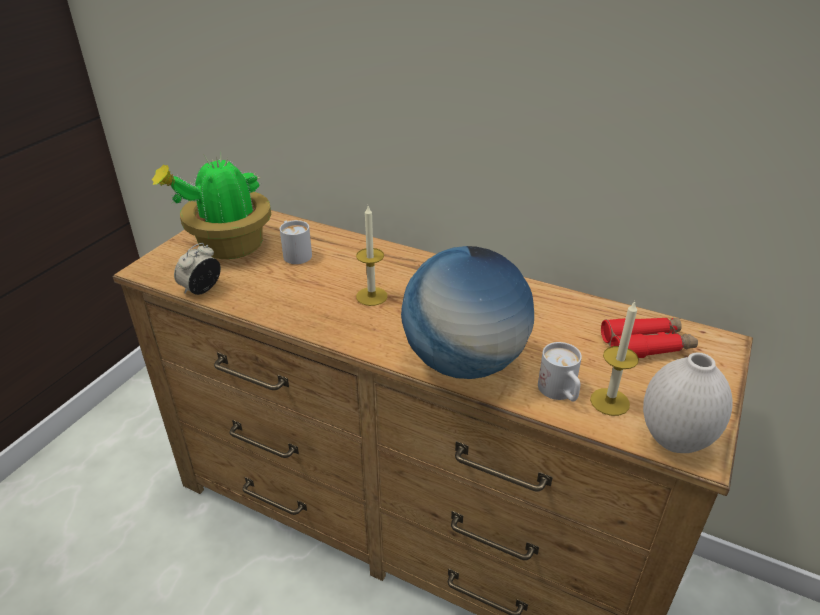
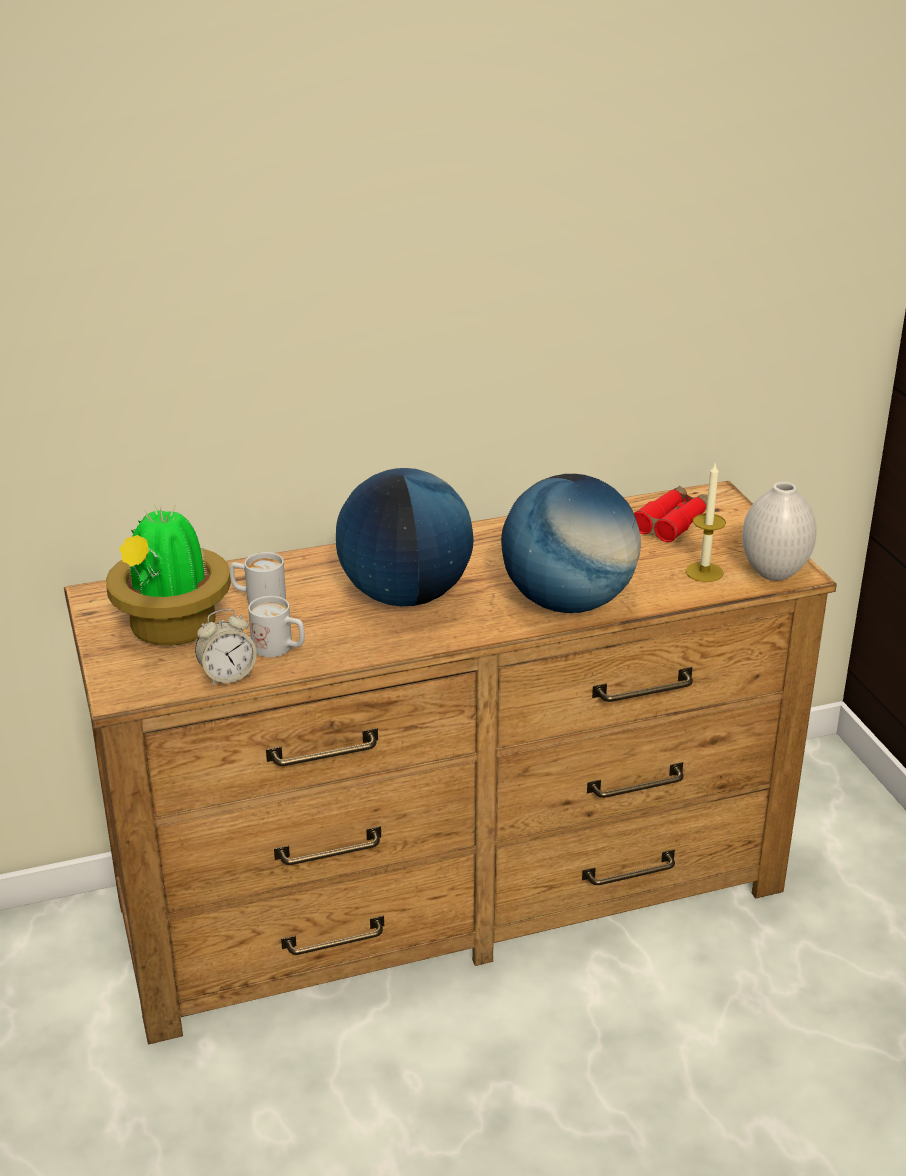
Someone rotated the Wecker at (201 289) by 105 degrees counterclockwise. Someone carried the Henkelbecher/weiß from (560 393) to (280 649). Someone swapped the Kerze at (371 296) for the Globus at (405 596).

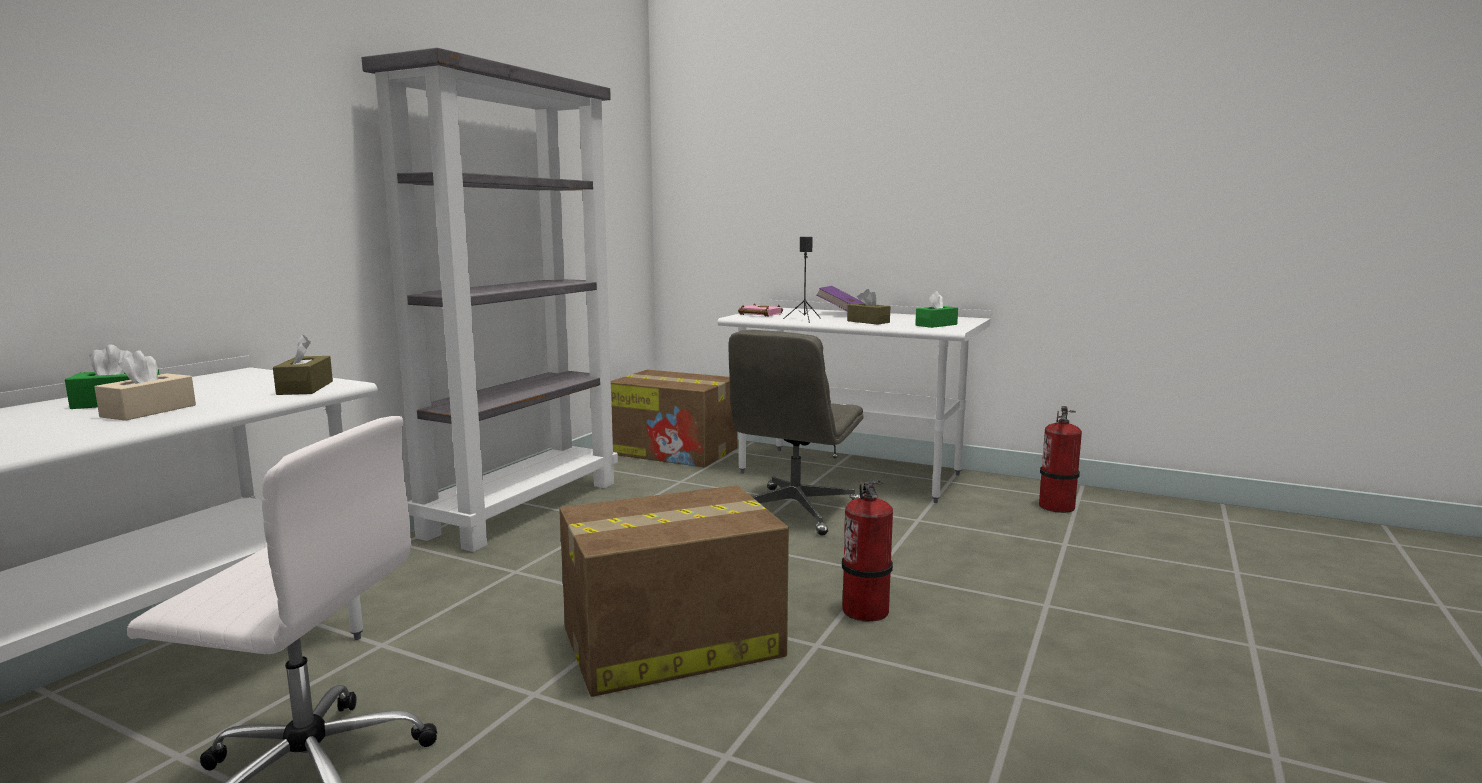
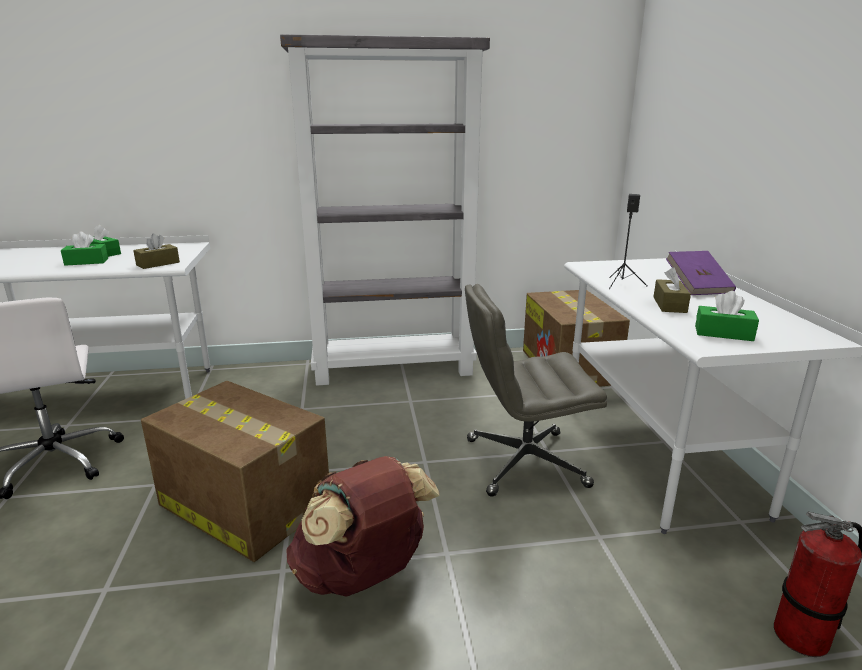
Someone repainted the Taschentuchbox/beige at (149 411), which became the Taschentuchbox/grün at (86 262). Someone swapped the Feuerlöscher at (866 610) for the Rucksack/braun at (362 575). Someone took away the Buch/rosa at (758 314).

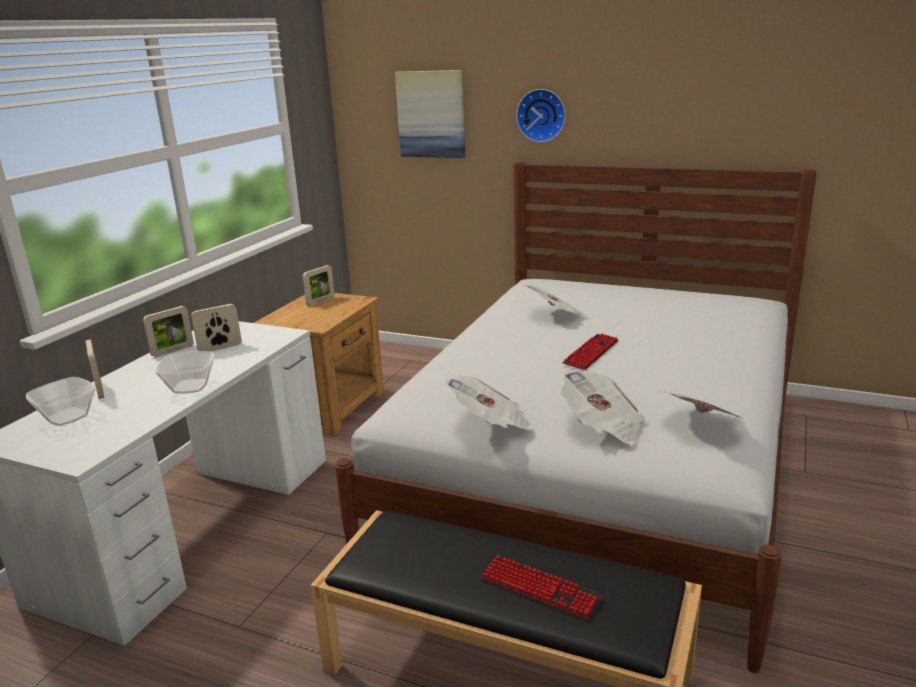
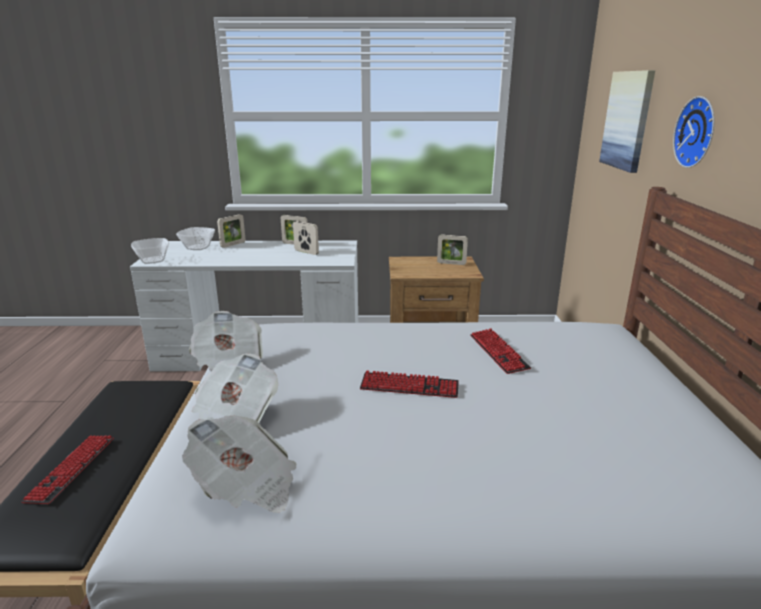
Someone carried the Schüssel from (191 386) to (153 260). Someone swapped the Zeitung at (556 316) for the Tastatur at (498 352).

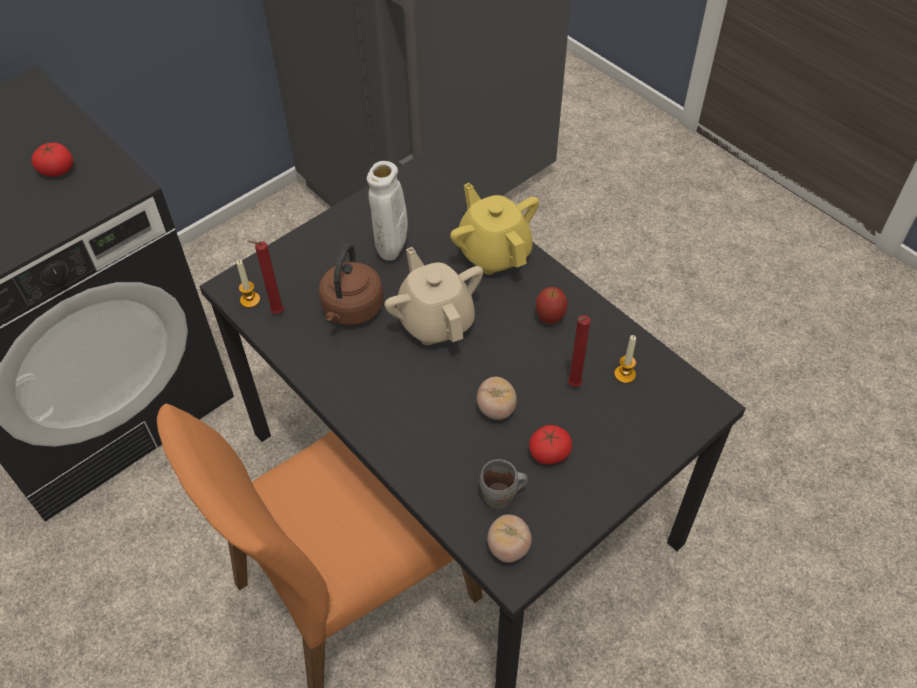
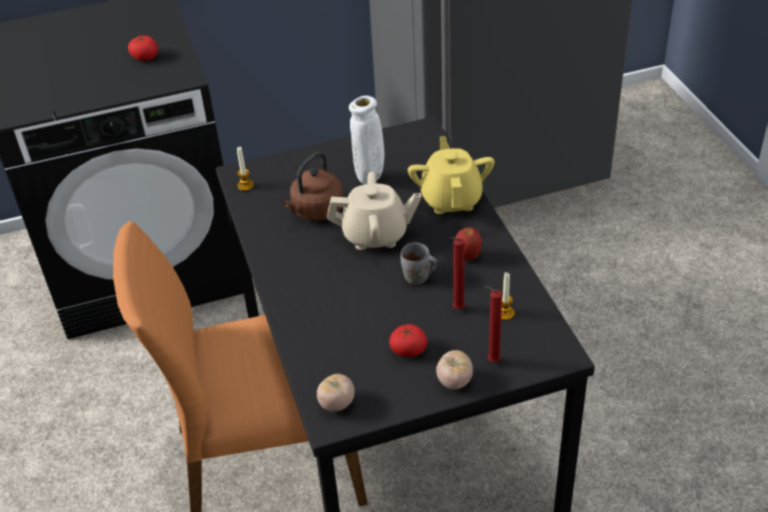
Someone rotated the Teekanne/beige at (436 321) by 90 degrees clockwise. Someone carried the Henkelbecher/grau from (501 497) to (417 278). Someone carried the Tomate from (496 409) to (454 381). Someone carried the Kerze/rot from (275 313) to (491 361).

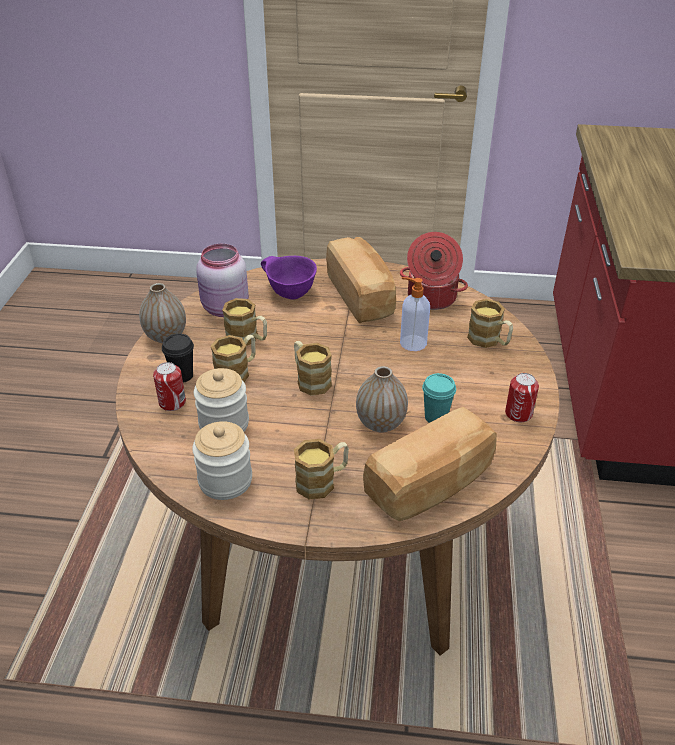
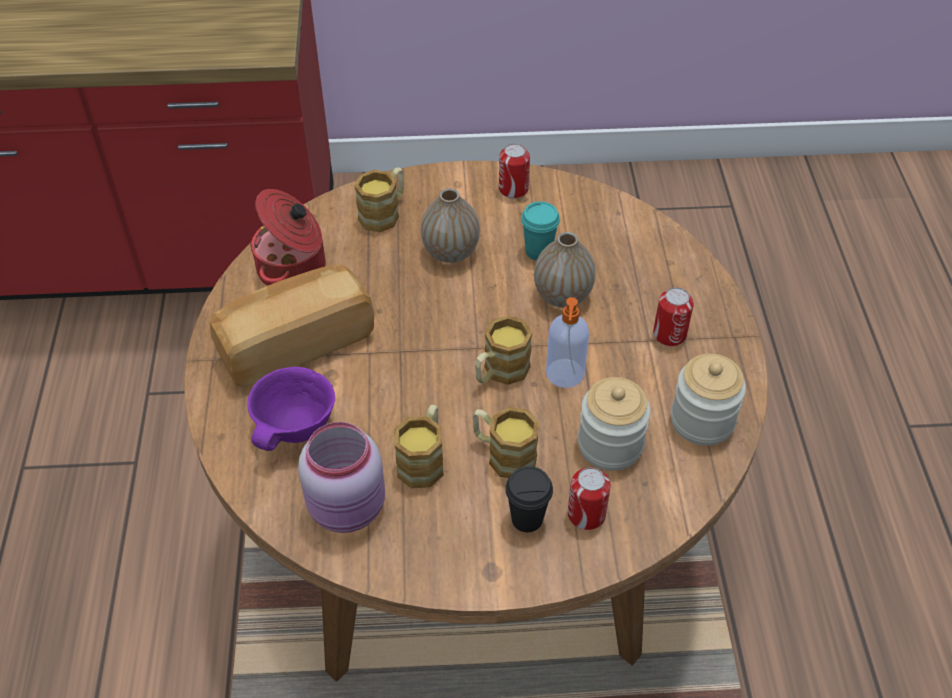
Someone carried the Vase from (166 336) to (450 252). Someone carried the Seifenspender from (412 343) to (564 375). Someone swapped the Henkelbecher at (322 481) for the Dose at (669 334). Someone took away the Brot at (431 485).

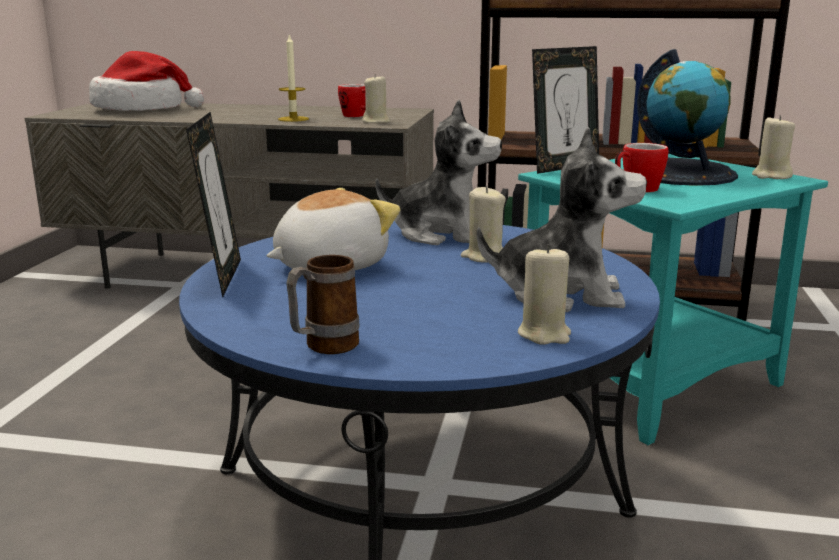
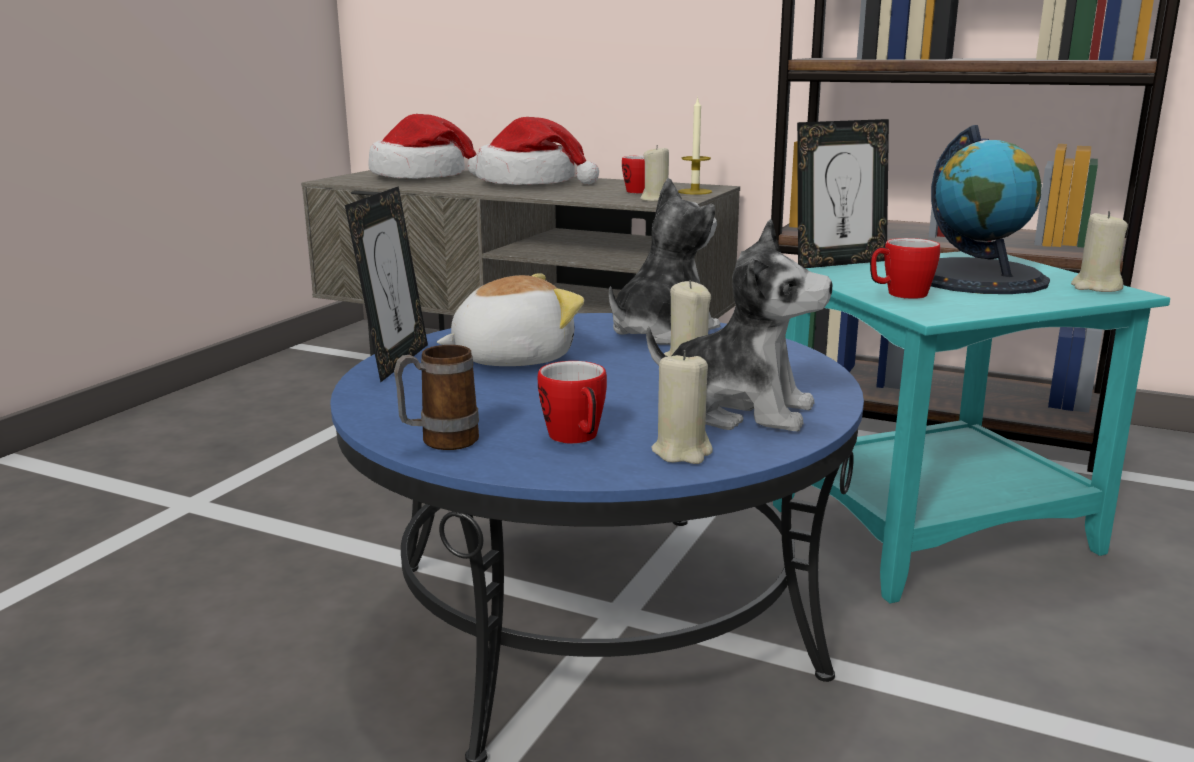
Someone put down the Hut at (530 183). Someone put down the Henkelbecher at (577 439). Someone rotated the Plüschtier at (442 234) by 75 degrees counterclockwise. Someone carried the Kerze from (293 119) to (695 192).

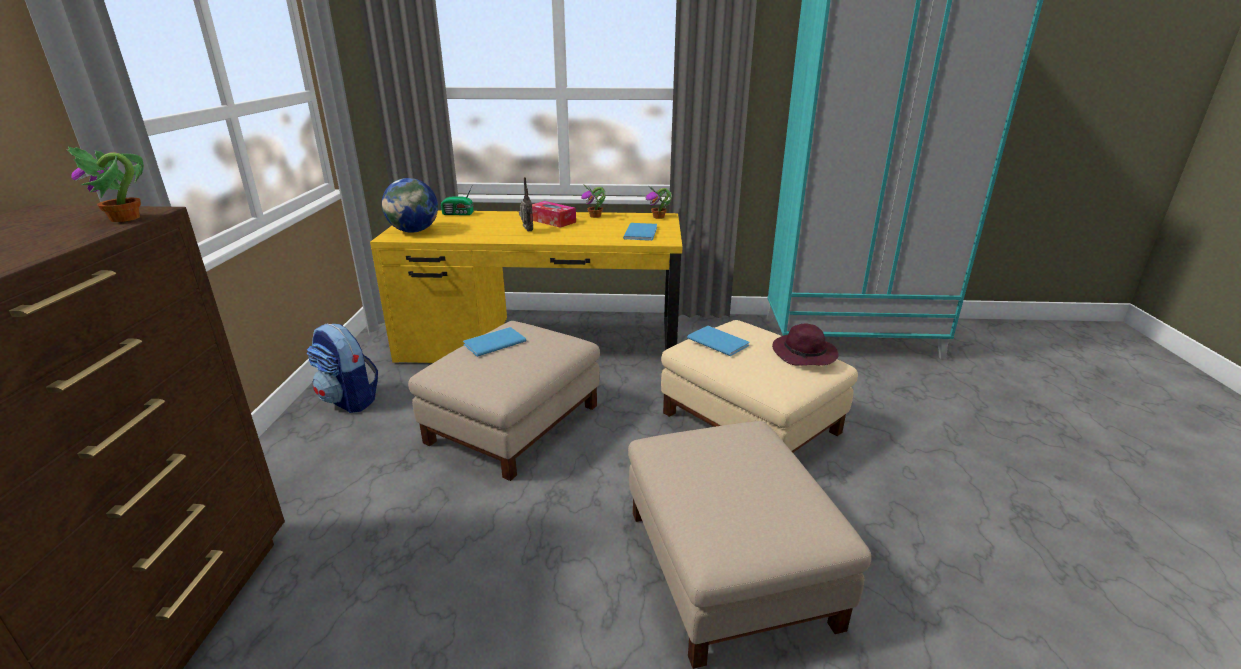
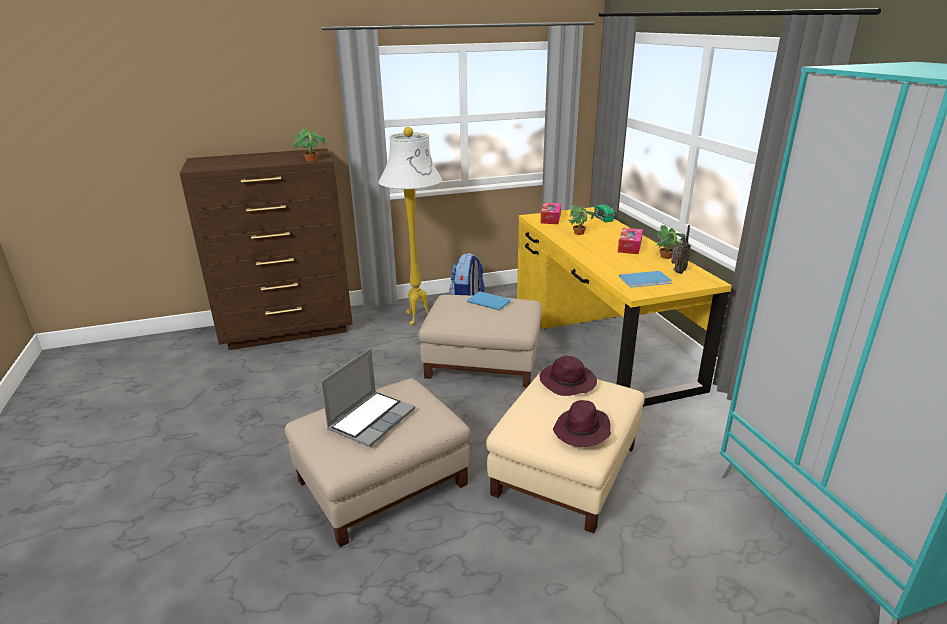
Someone put down the Laptop at (371 419). Someone put down the Stehlampe/weiß at (418 318). Someone swapped the Buch/blau at (717 341) for the Hut/lila at (568 382). Someone swapped the Globus at (414 231) for the Taschentuchbox at (550 218). Someone carried the Topfpflanze from (659 217) to (578 233). Someone carried the Radio from (527 231) to (677 272).

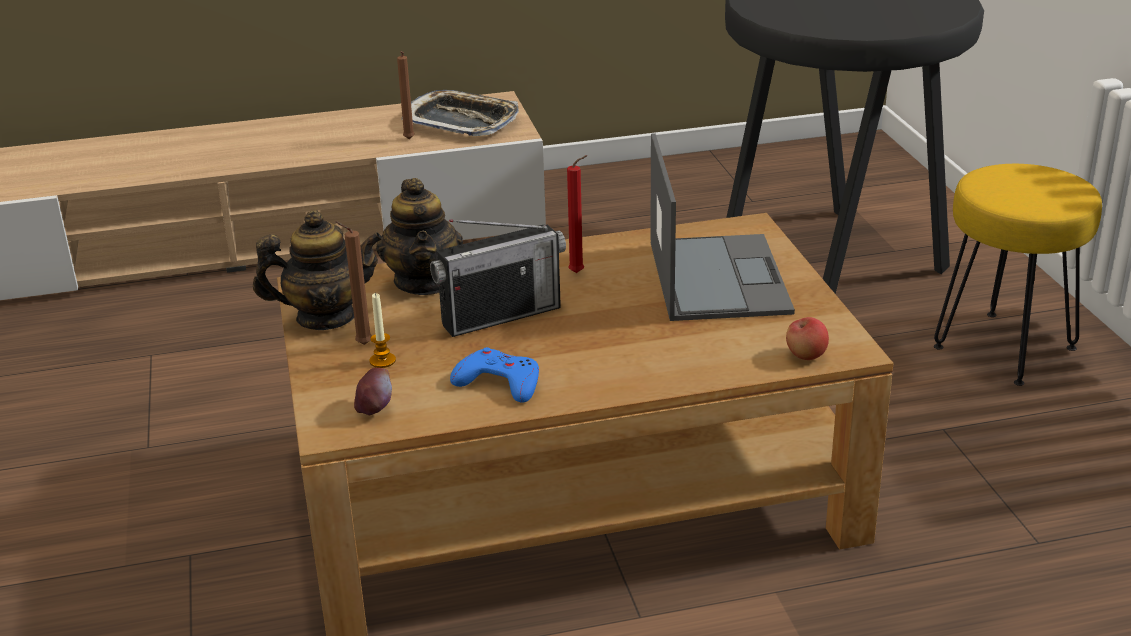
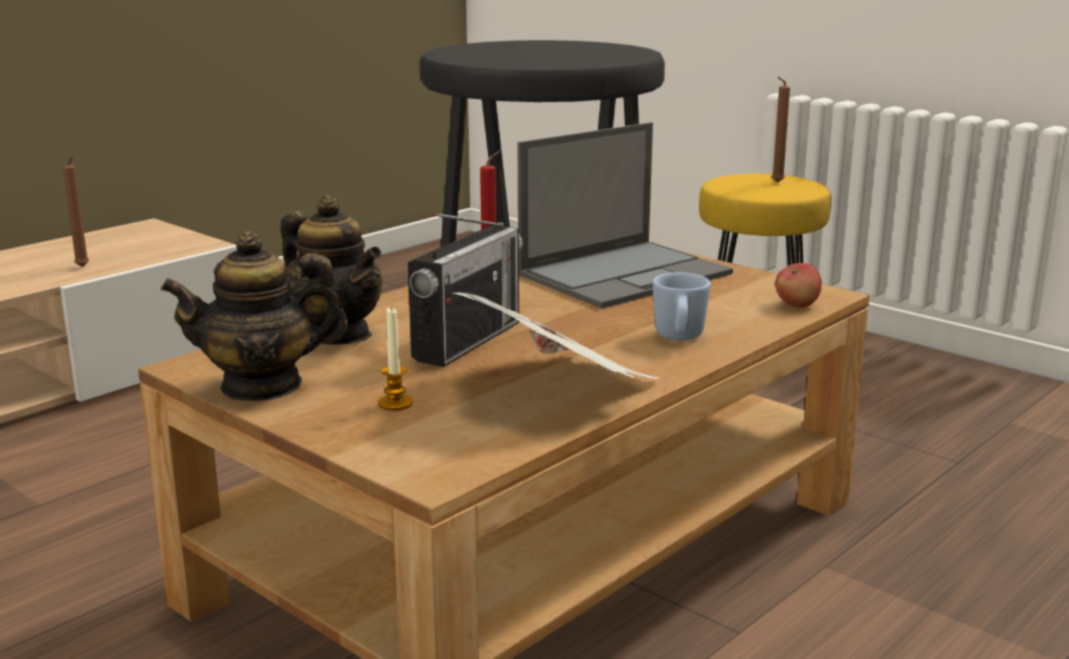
Someone rotated the Teekanne at (325 317) by 150 degrees counterclockwise. Someone swapped the Gamepad/blau at (499 382) for the Zeitung at (556 388). Someone rotated the Laptop at (717 277) by 90 degrees clockwise. Someone put down the Henkelbecher/blau at (679 338). Someone carried the Kerze/braun from (361 344) to (776 183). Someone took away the Apfel at (374 409). Someone took away the Tablett at (461 121).

